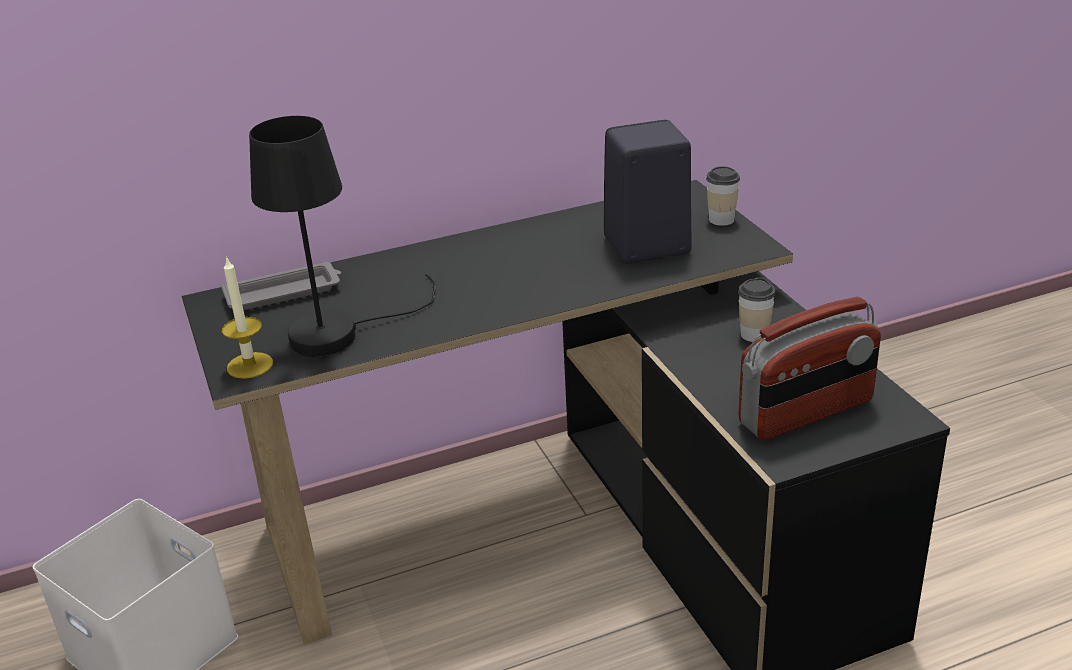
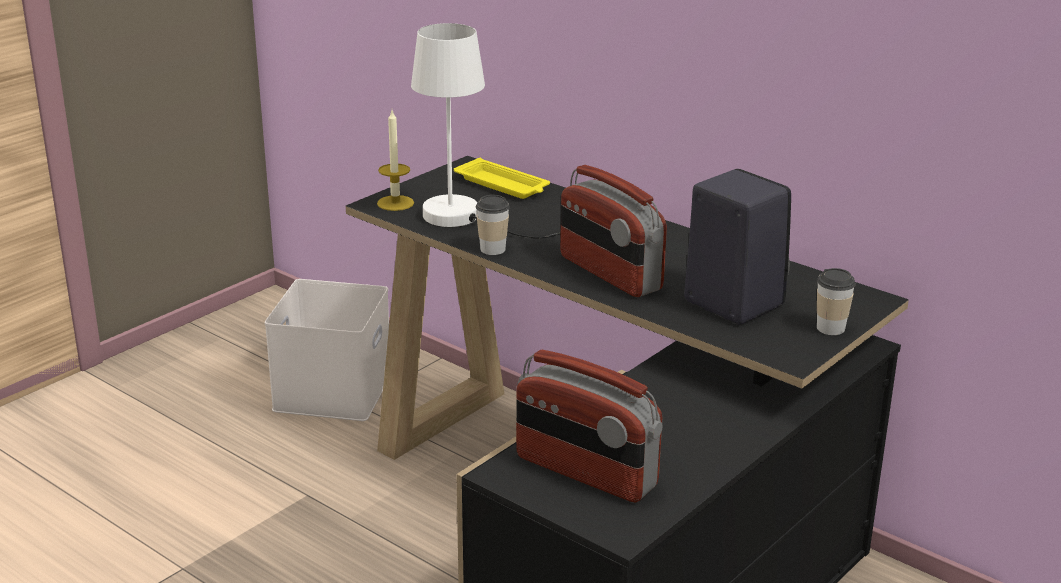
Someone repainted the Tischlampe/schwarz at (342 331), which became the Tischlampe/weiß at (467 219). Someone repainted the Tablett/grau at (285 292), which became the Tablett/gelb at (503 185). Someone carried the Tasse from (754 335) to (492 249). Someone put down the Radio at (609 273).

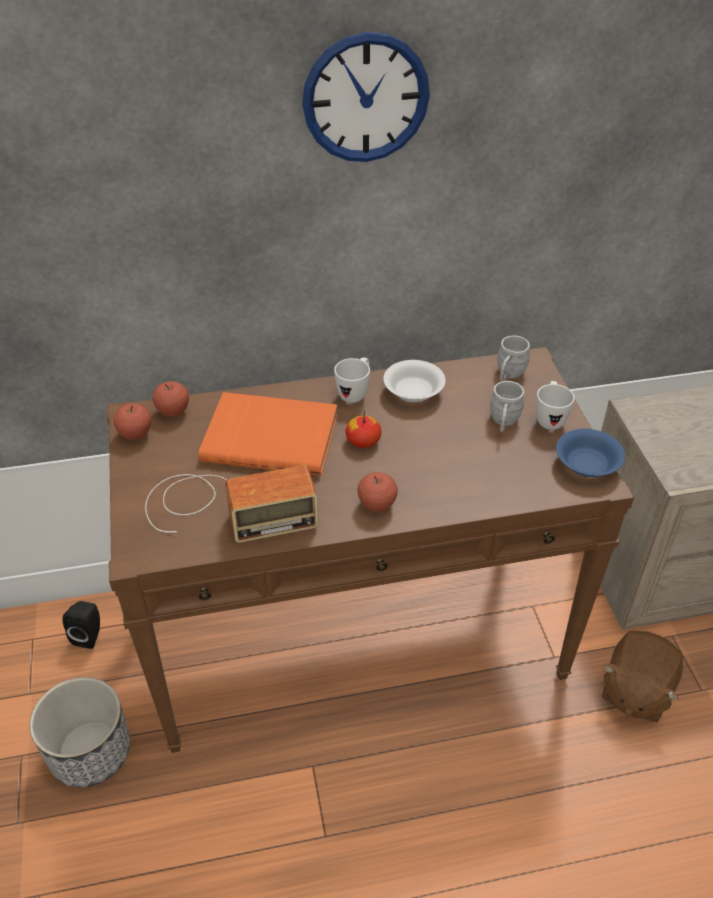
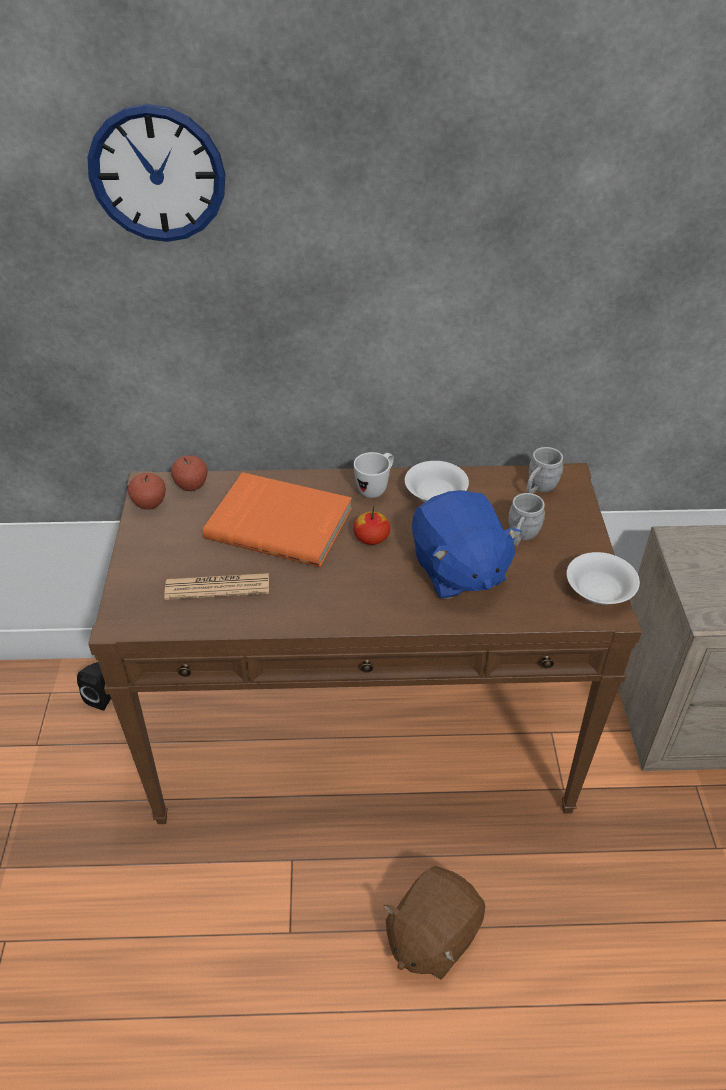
Someone carried the Wanduhr from (366 98) to (157 175). Someone swapped the Radio at (225 507) for the Zeitung at (217 587). Someone carried the Plüschtier/braun from (635 691) to (431 935). Someone put down the Plüschtier/blau at (458 570). Someone repainted the Schüssel/blau at (587 465), which became the Schüssel/weiß at (599 591). Someone took away the Pflanzkübel at (90 752). Someone took away the Apfel at (377 504). Someone took away the Henkelbecher/weiß at (549 418).

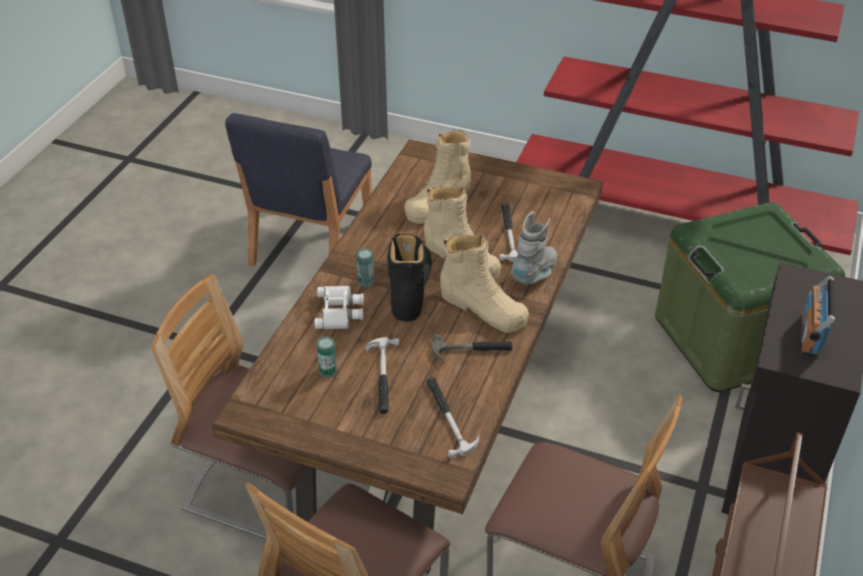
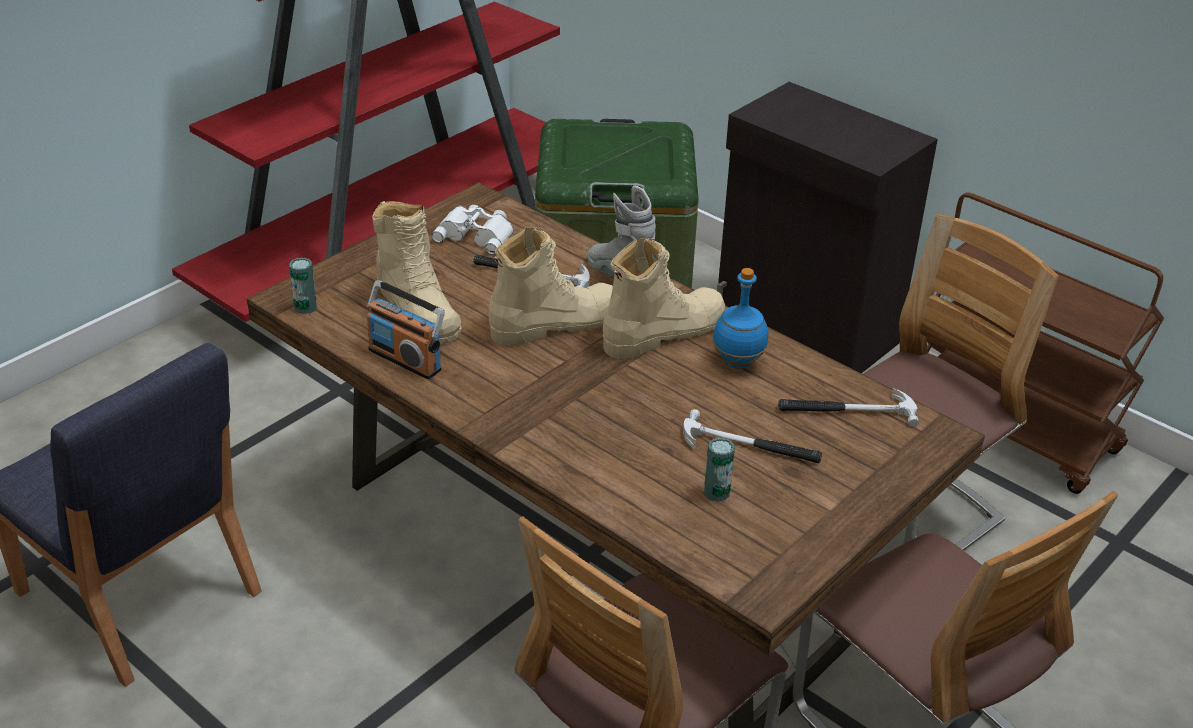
Someone carried the Dose from (366 282) to (305 307). Someone carried the Radio from (810 335) to (405 359). Someone carried the Fernglas/weiß from (340 311) to (476 234). Someone swapped the Hammer at (472 351) for the Flasche/blau at (737 362). Someone took away the Stiefel/schwarz at (410 288).

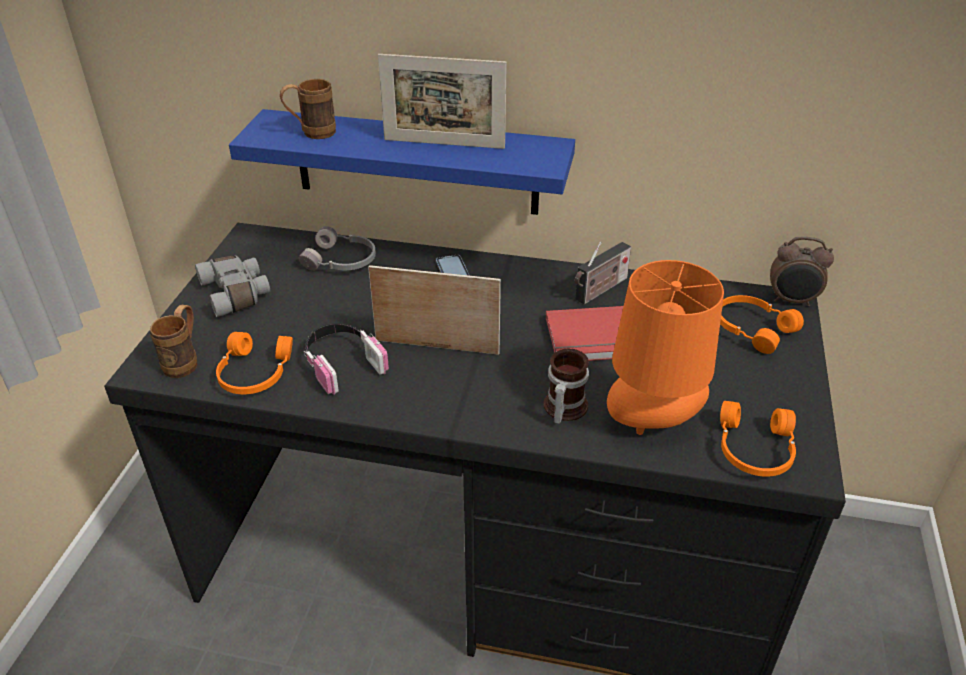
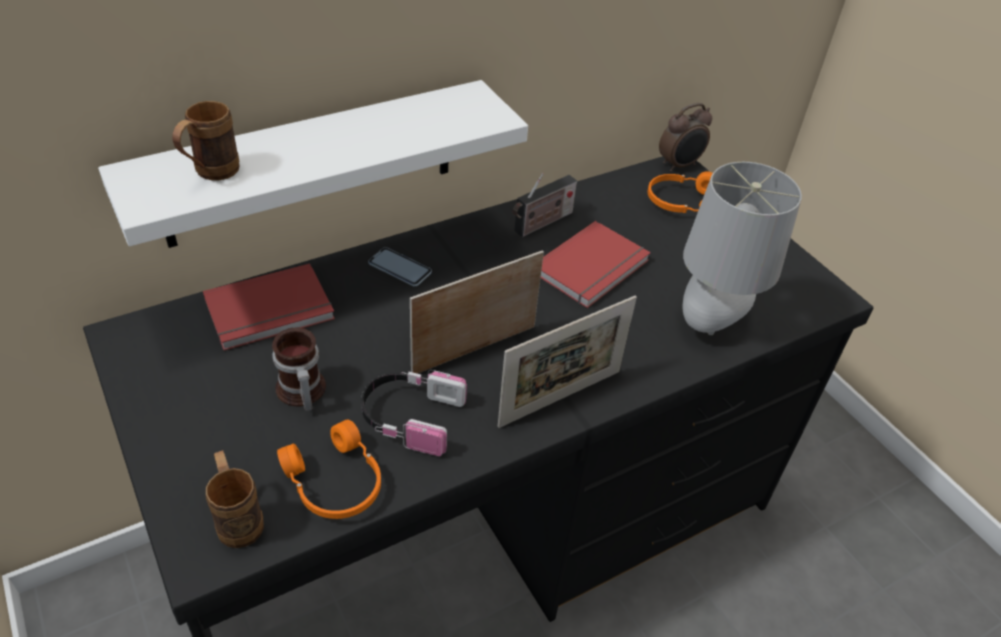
Someone repainted the Wandregal/blau at (416 162), which became the Wandregal/weiß at (311 164). Someone swapped the Kopfhörer/grau at (341 261) for the Buch/rot at (271 311). Someone carried the Henkelbecher from (562 408) to (299 392). Someone carried the Bilderrahmen from (444 144) to (560 398). Someone rotated the Radio at (600 290) by 45 degrees clockwise. Someone repainted the Tischlampe/orange at (651 426), which became the Tischlampe/grau at (711 322). Someone took away the Fernglas/grau at (237 293). Someone took away the Kopfhörer/orange at (753 449).

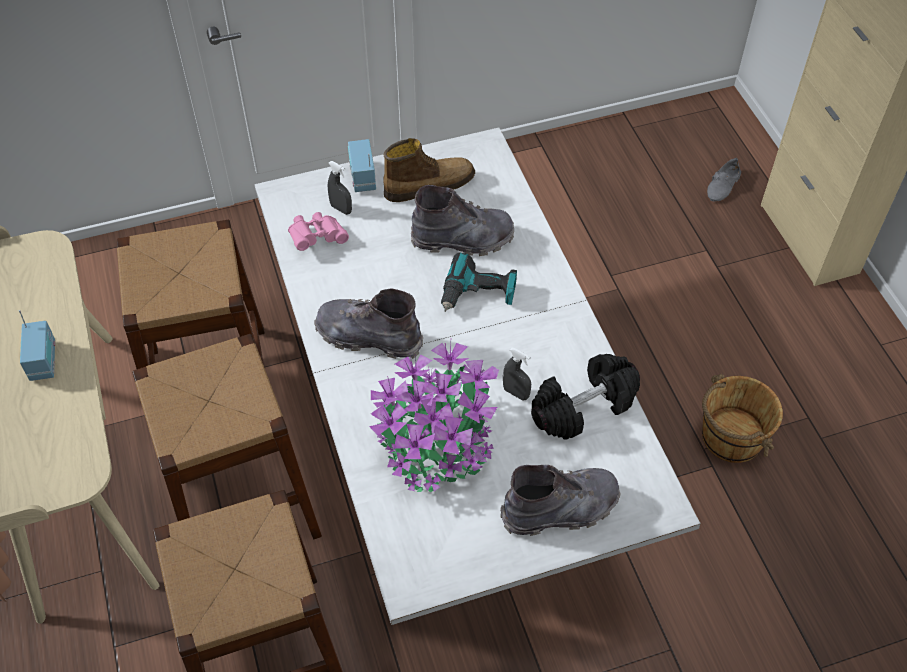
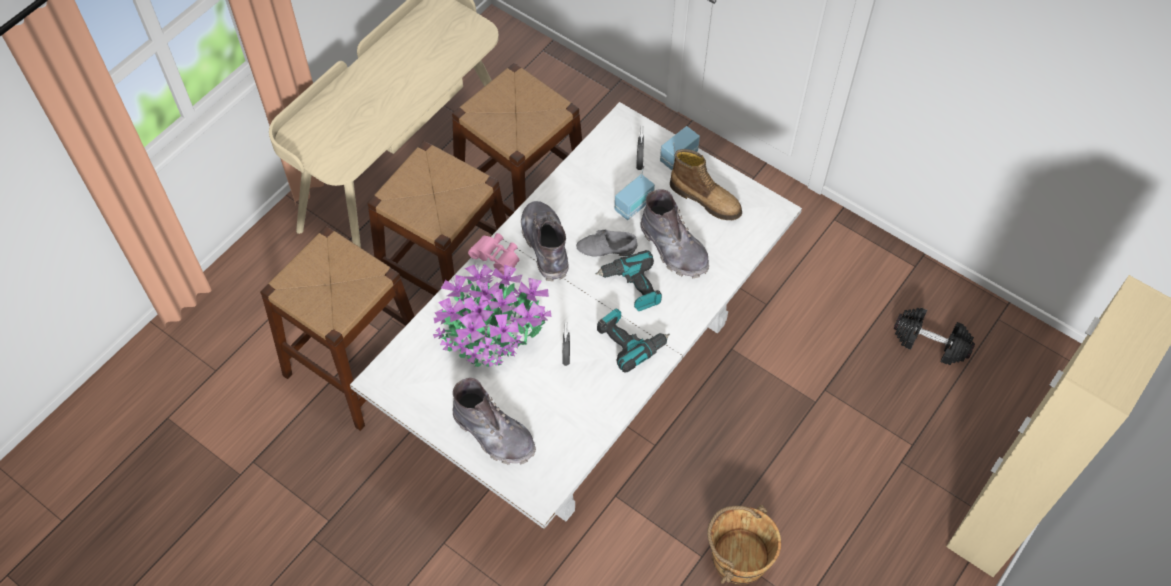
Someone carried the Fernglas/rosa from (317 238) to (497 259). Someone carried the Schuh/grau from (724 186) to (606 249). Someone put down the Bohrmaschine at (630 341). Someone carried the Radio from (44 361) to (634 206). Someone carried the Hantel/schwarz from (583 407) to (930 342).

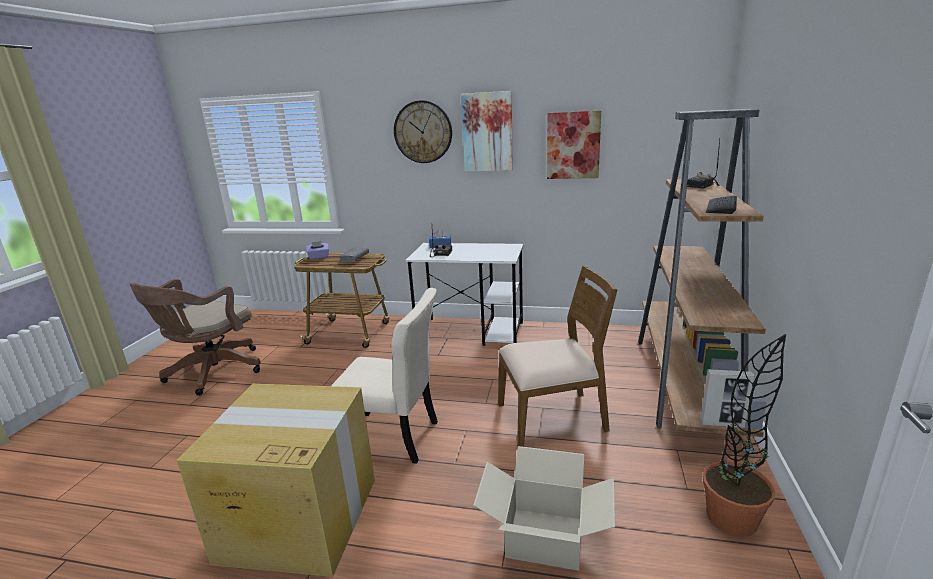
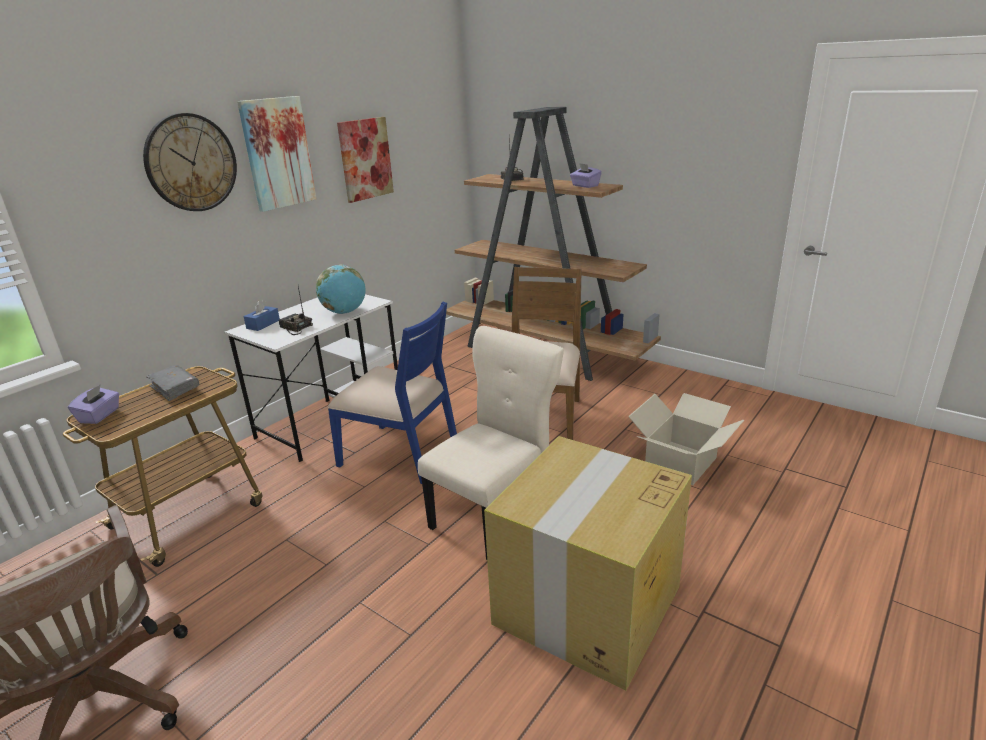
Someone put down the Globus at (344 312). Someone put down the Stuhl/blau at (401 454). Someone swapped the Tastatur at (721 206) for the Taschentuchbox/lila at (585 186). Someone took away the Bilderrahmen at (722 424). Someone took away the Topfpflanze at (731 518).

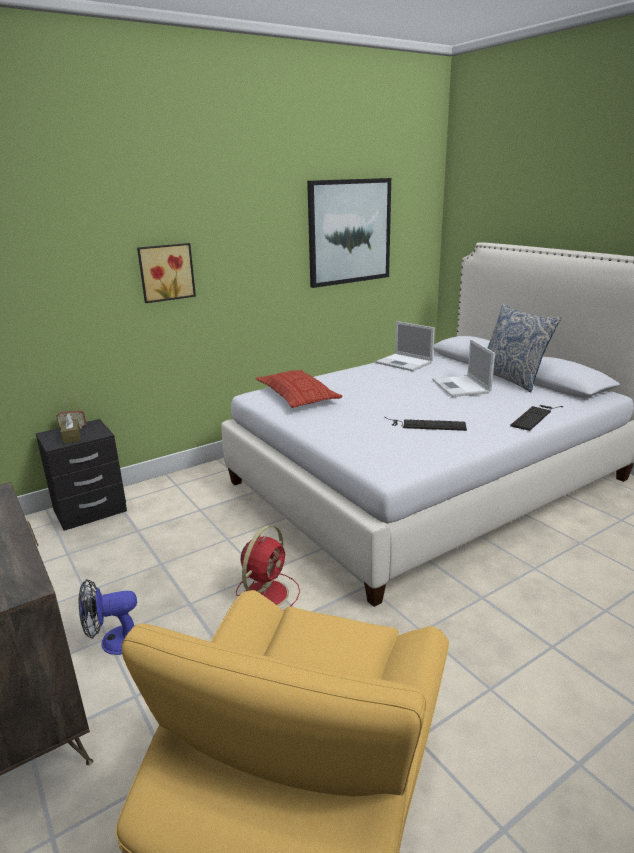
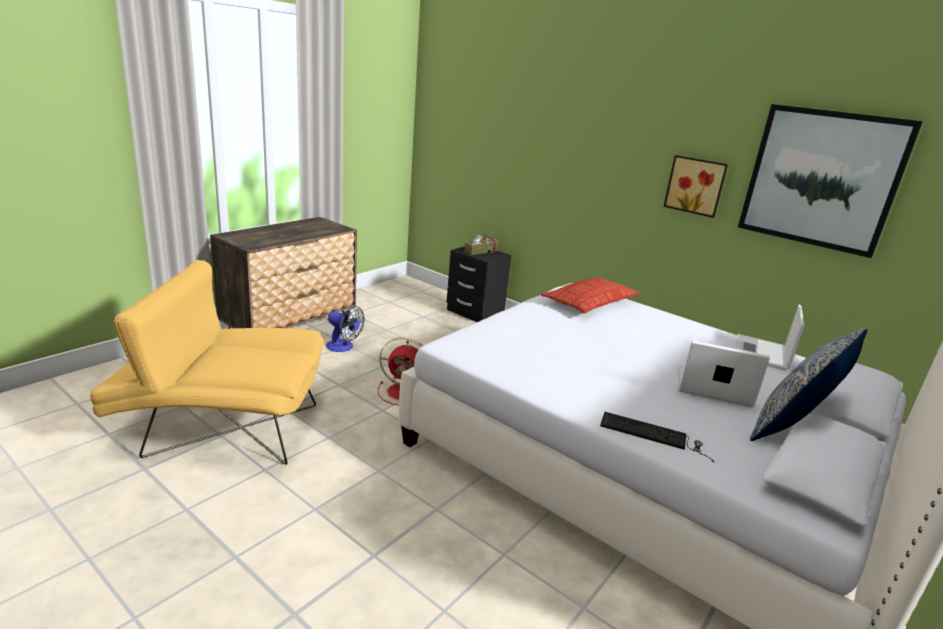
Someone rotated the Ventilator at (114 641) by 150 degrees clockwise. Someone carried the Bild from (166 272) to (695 185). Someone rotated the Laptop at (461 387) by 45 degrees clockwise. Someone took away the Tastatur at (426 425).

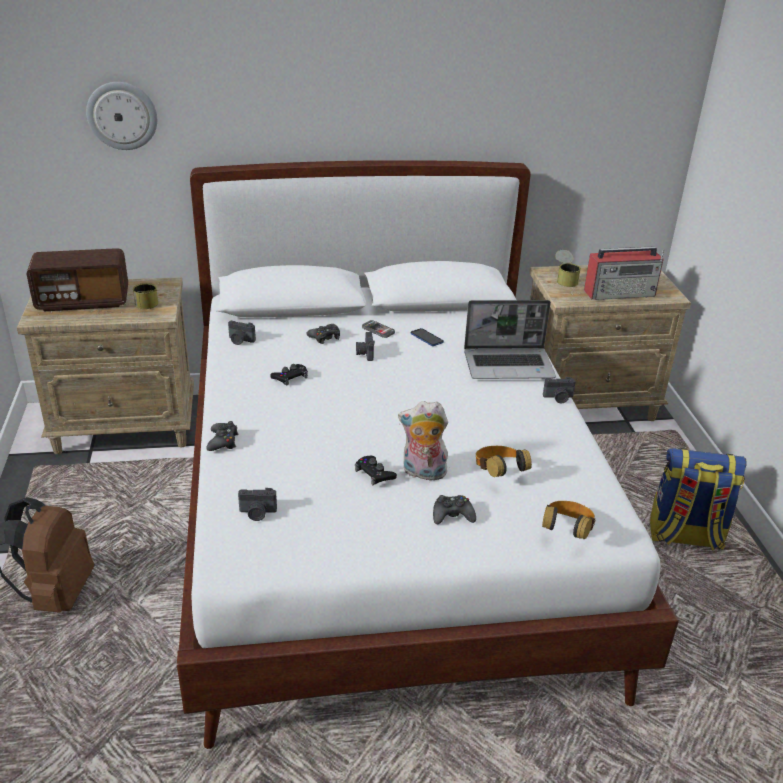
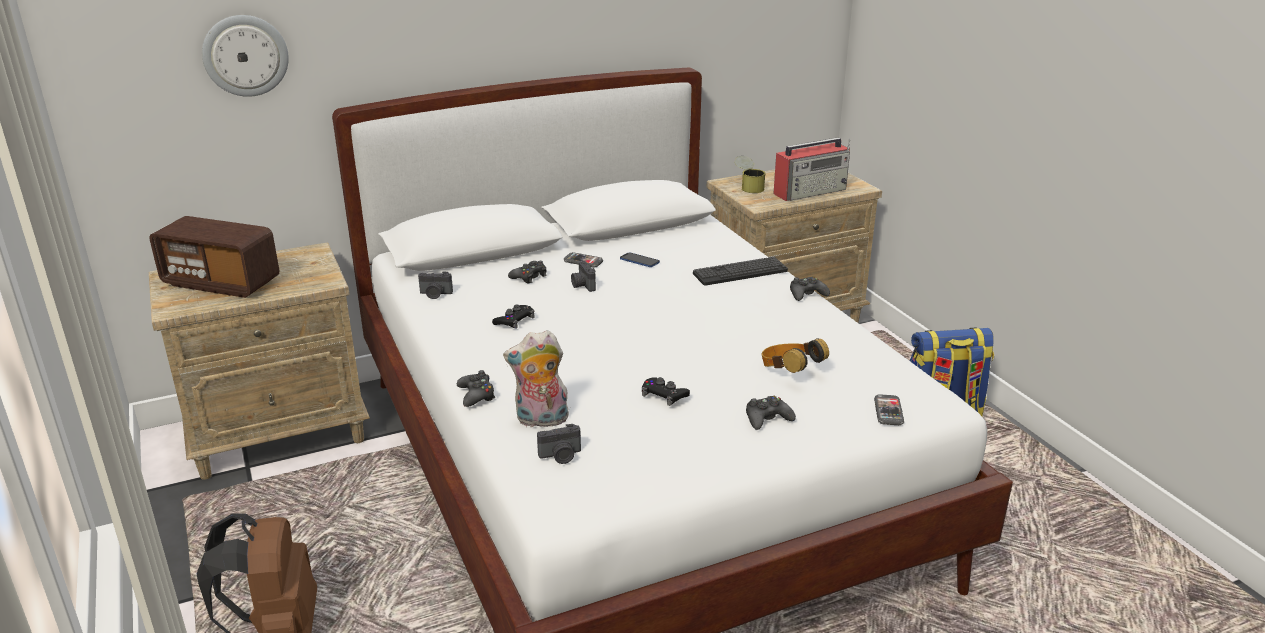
Someone rotated the Radio at (83 301) by 45 degrees clockwise. Someone carried the Plüschtier from (422 473) to (541 420). Someone swapped the Laptop at (509 365) for the Tastatur at (740 272). Someone swapped the Kamera at (558 398) for the Gamepad/schwarz at (807 294). Someone swapped the Kopfhörer at (566 531) for the Handy at (888 411). Someone took away the Dose at (147 307).

